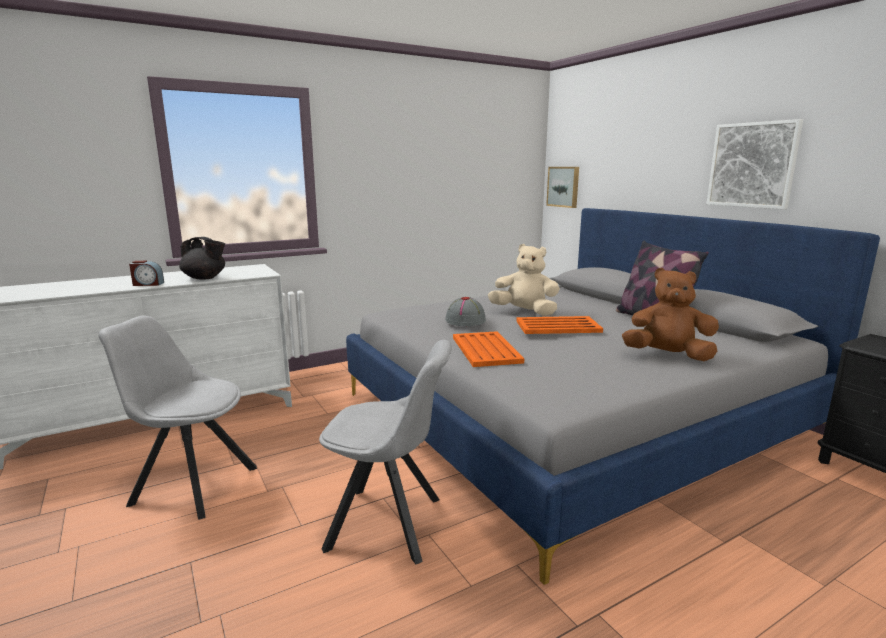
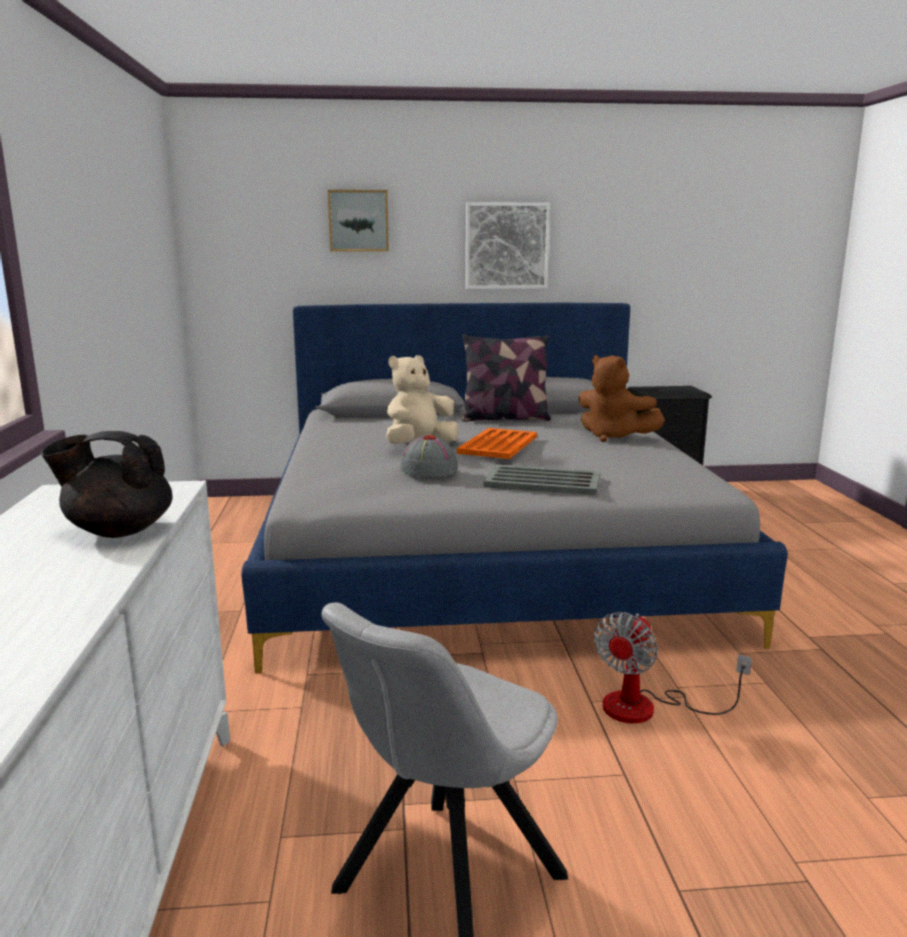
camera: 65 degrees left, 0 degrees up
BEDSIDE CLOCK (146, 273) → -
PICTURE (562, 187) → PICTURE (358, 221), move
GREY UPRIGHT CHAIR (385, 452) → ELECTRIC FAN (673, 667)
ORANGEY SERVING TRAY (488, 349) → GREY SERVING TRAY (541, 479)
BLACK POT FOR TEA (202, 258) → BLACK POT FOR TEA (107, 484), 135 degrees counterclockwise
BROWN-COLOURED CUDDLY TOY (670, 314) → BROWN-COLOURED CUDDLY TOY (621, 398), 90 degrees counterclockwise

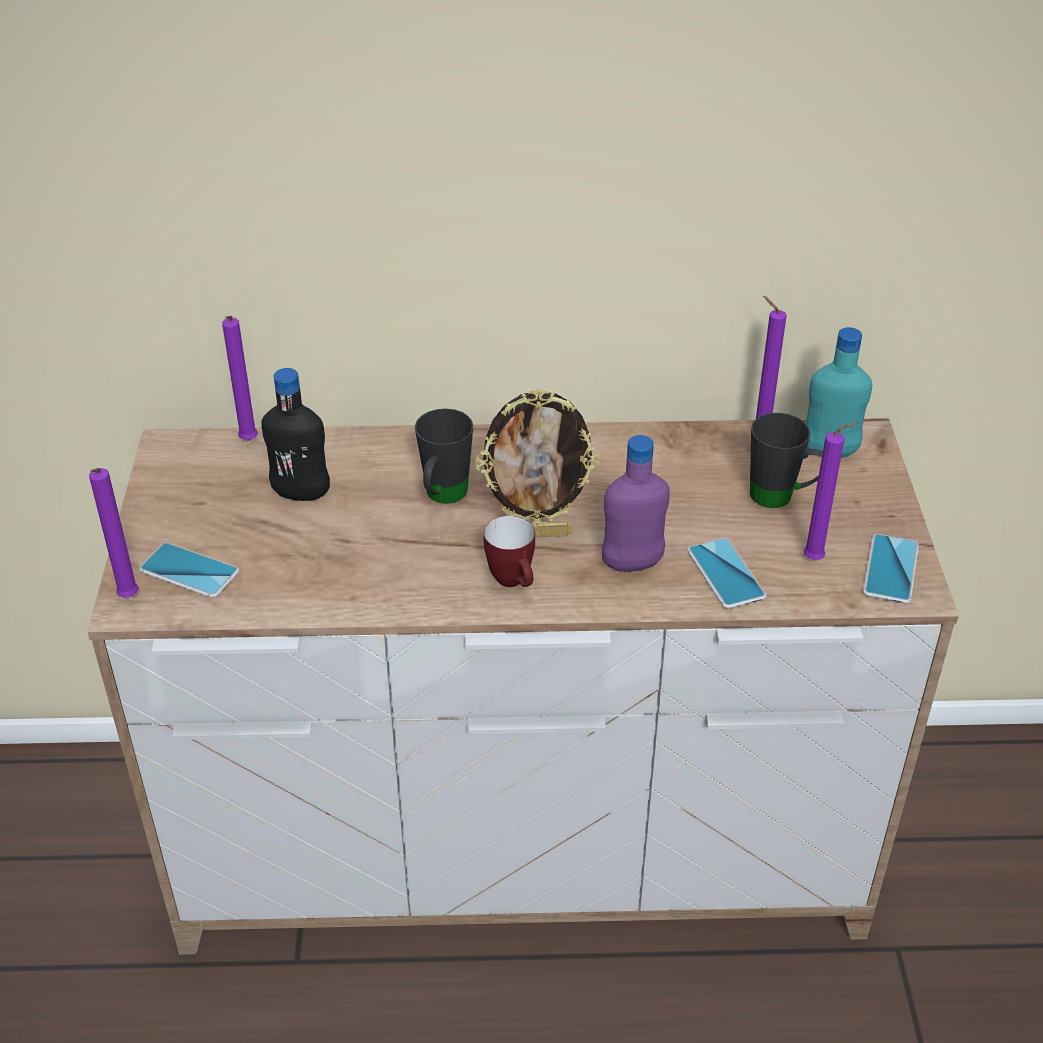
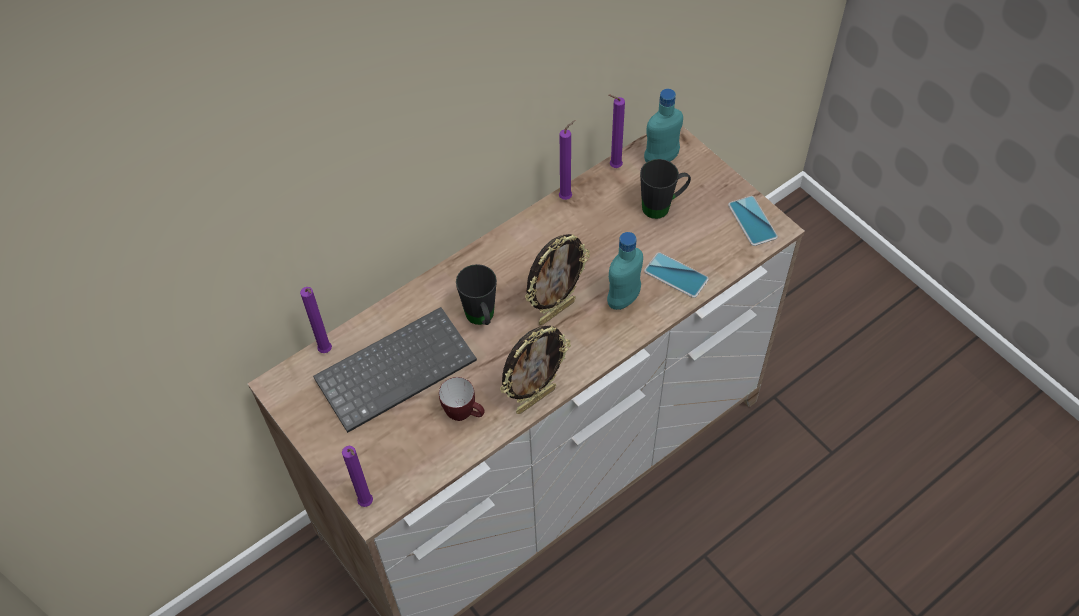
camera: 35 degrees left, 15 degrees up
PHONE (189, 570) → -
- → PICTURE FRAME (535, 369)
TEA MUG (509, 551) → TEA MUG (462, 399), move
PURPLE-COLOURED CANDLE (830, 491) → PURPLE-COLOURED CANDLE (567, 160), move
BLACK BOTTLE (295, 434) → PC KEYBOARD (395, 370)
PURPLE-COLOURED BOTTLE (636, 503) → TURQUOISE BOTTLE (625, 271)

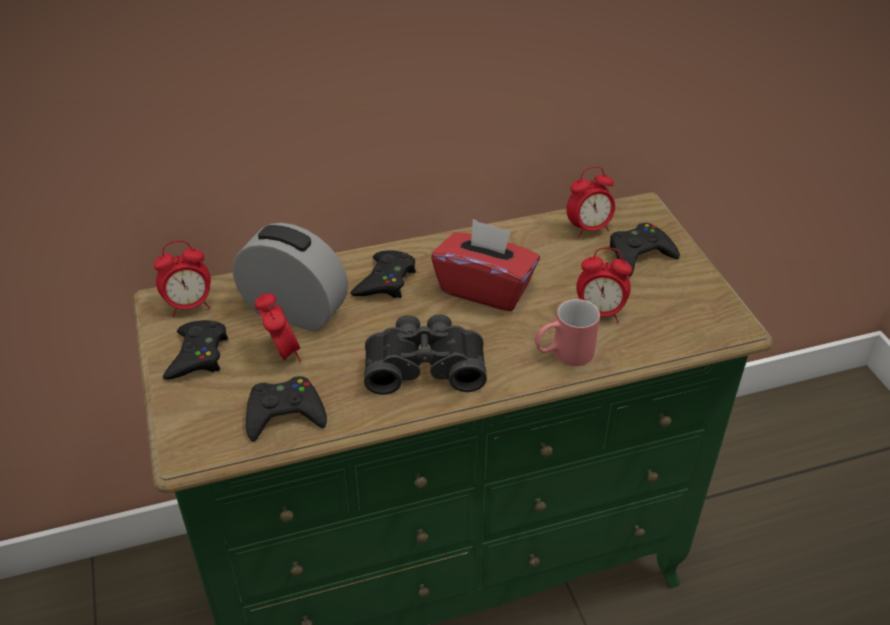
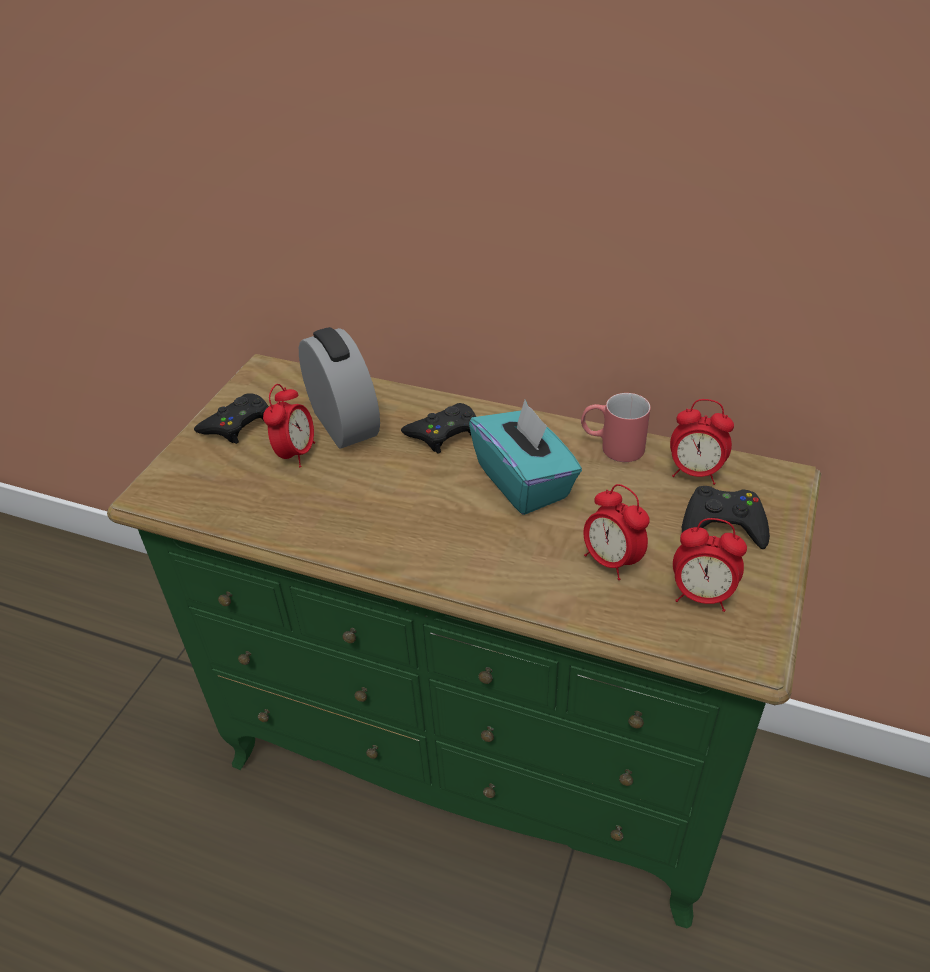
camera: 40 degrees right, 0 degrees up
BLACK GAMEPAD (286, 408) → -
BLACK PAIR OF BINOCULARS (425, 354) → -
BEDSIDE CLOCK (182, 278) → BEDSIDE CLOCK (710, 565), move
RED-COLOURED TEA MUG (567, 332) → RED-COLOURED TEA MUG (616, 427), move
RED-COLOURED BOX OF TISSUES (485, 265) → TURQUOISE BOX OF TISSUES (525, 457)

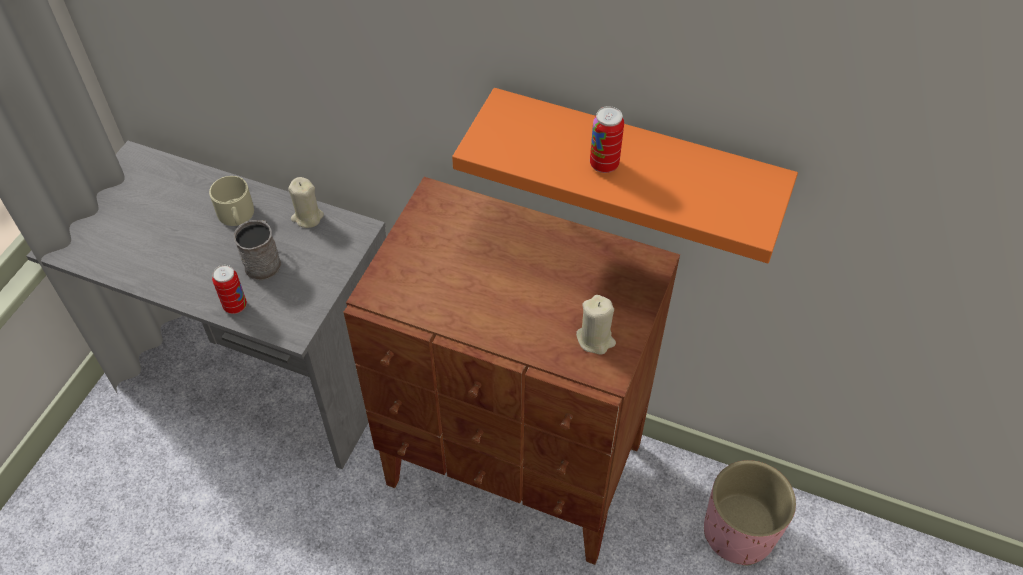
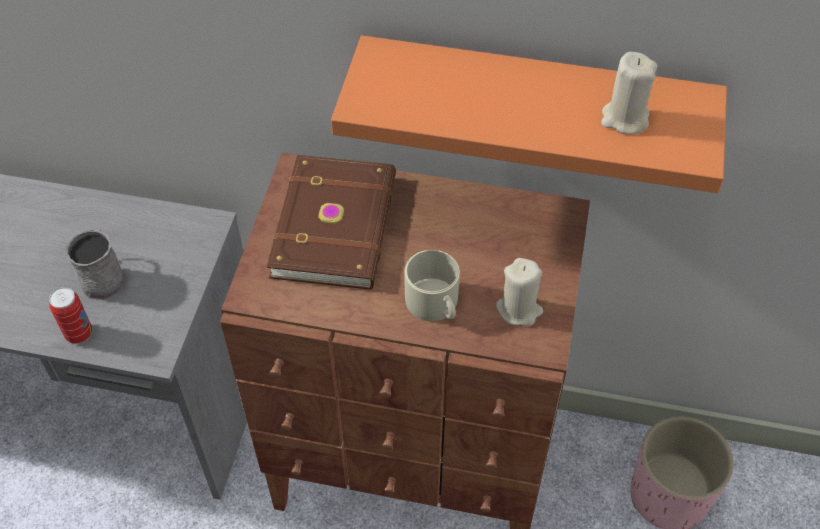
camera: 10 degrees left, 0 degrees up
METAL CAN (607, 139) → -
- → BROWN-COLOURED VOLUME (331, 222)
SAND-COLOURED TEA MUG (231, 201) → SAND-COLOURED TEA MUG (432, 285), move
SAND-COLOURED CANDLE (306, 202) → SAND-COLOURED CANDLE (629, 93), move

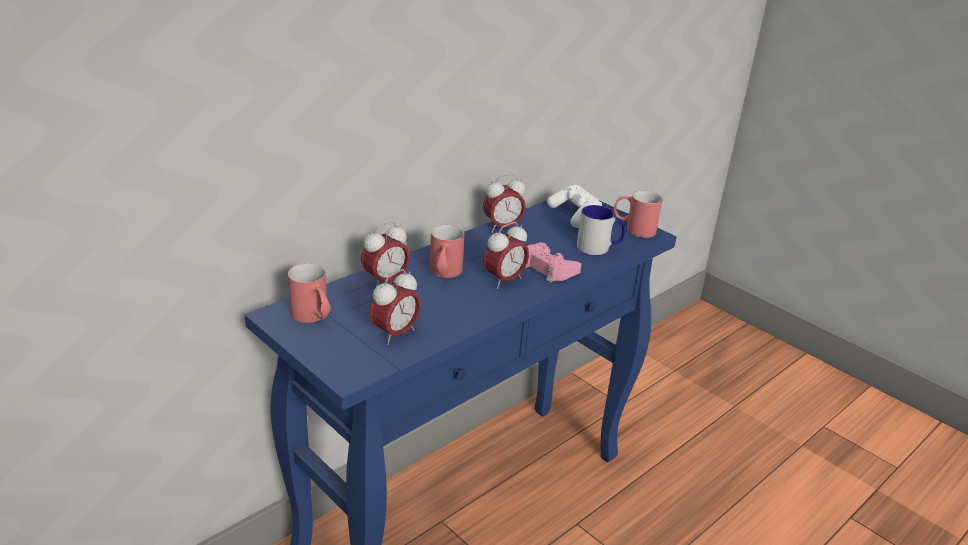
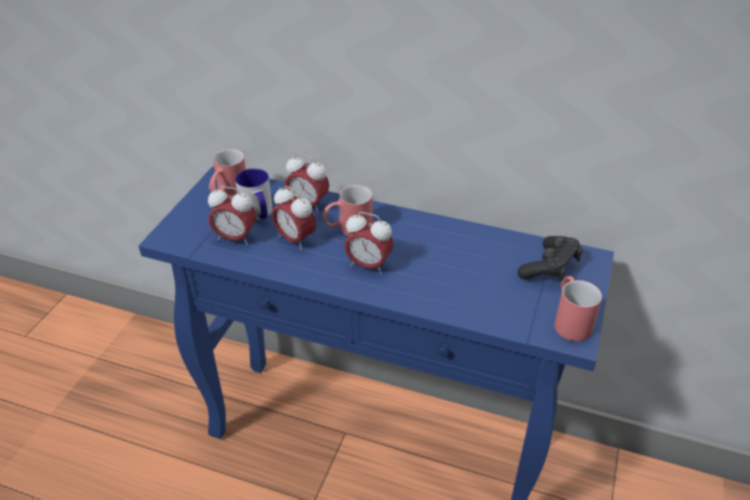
camera: 65 degrees right, 10 degrees up
PINKISH GAMEPAD (553, 262) → -
BEDSIDE CLOCK (504, 203) → BEDSIDE CLOCK (294, 218), move
TEA MUG (601, 230) → TEA MUG (253, 194), move
WHITE-COLOURED GAMEPAD (574, 206) → BLACK GAMEPAD (550, 259)

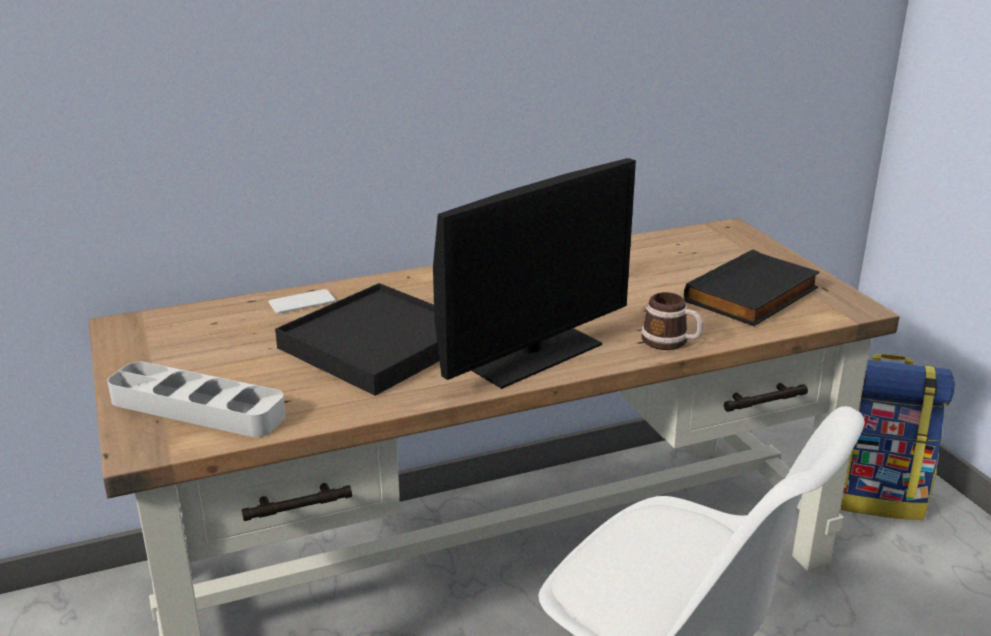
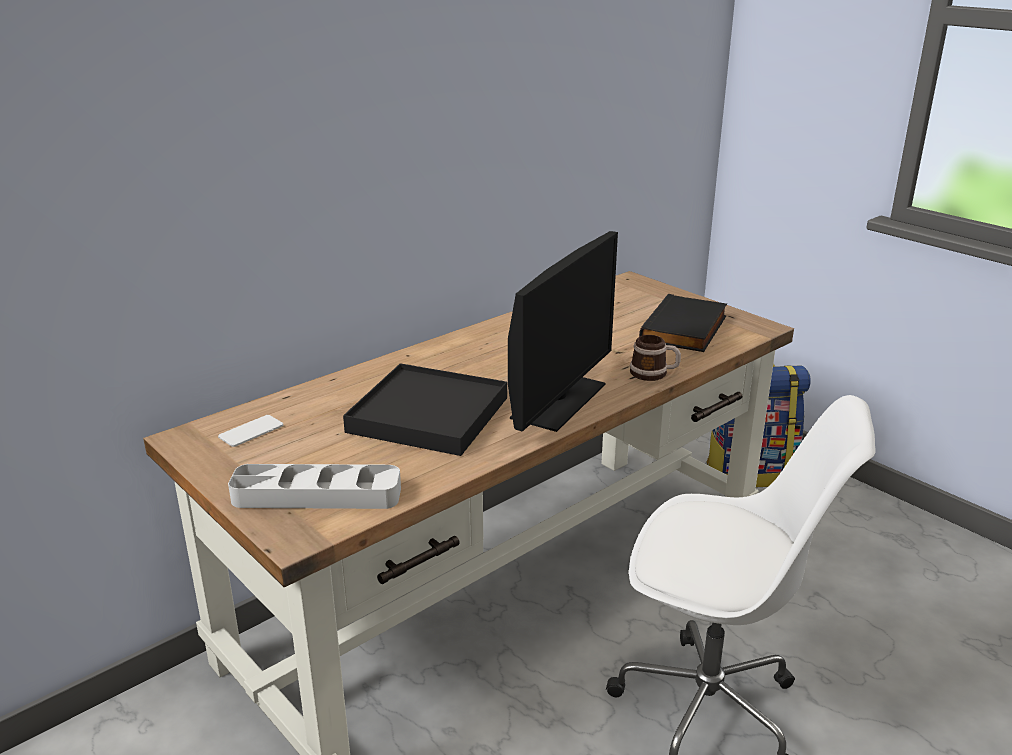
camera: 20 degrees left, 0 degrees up
PHONE (302, 301) → PHONE (250, 431), move

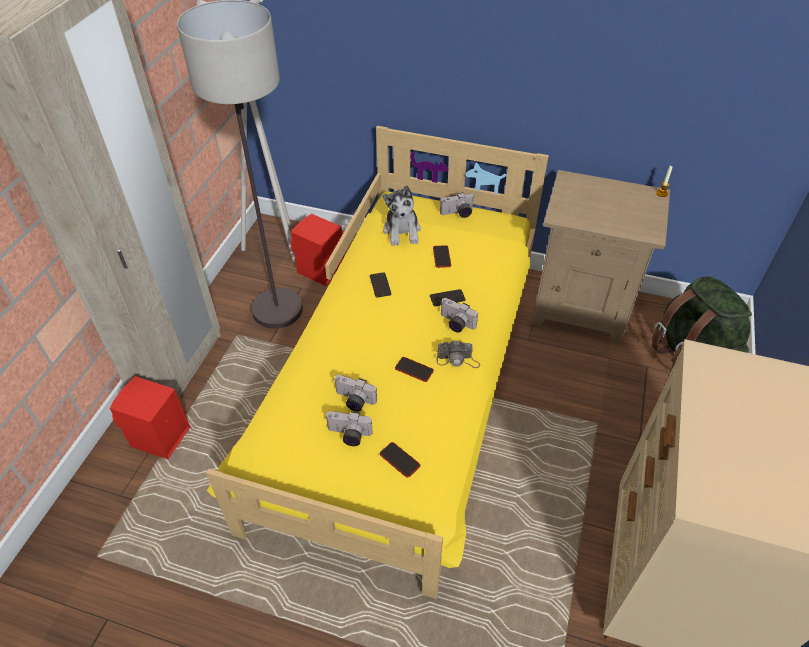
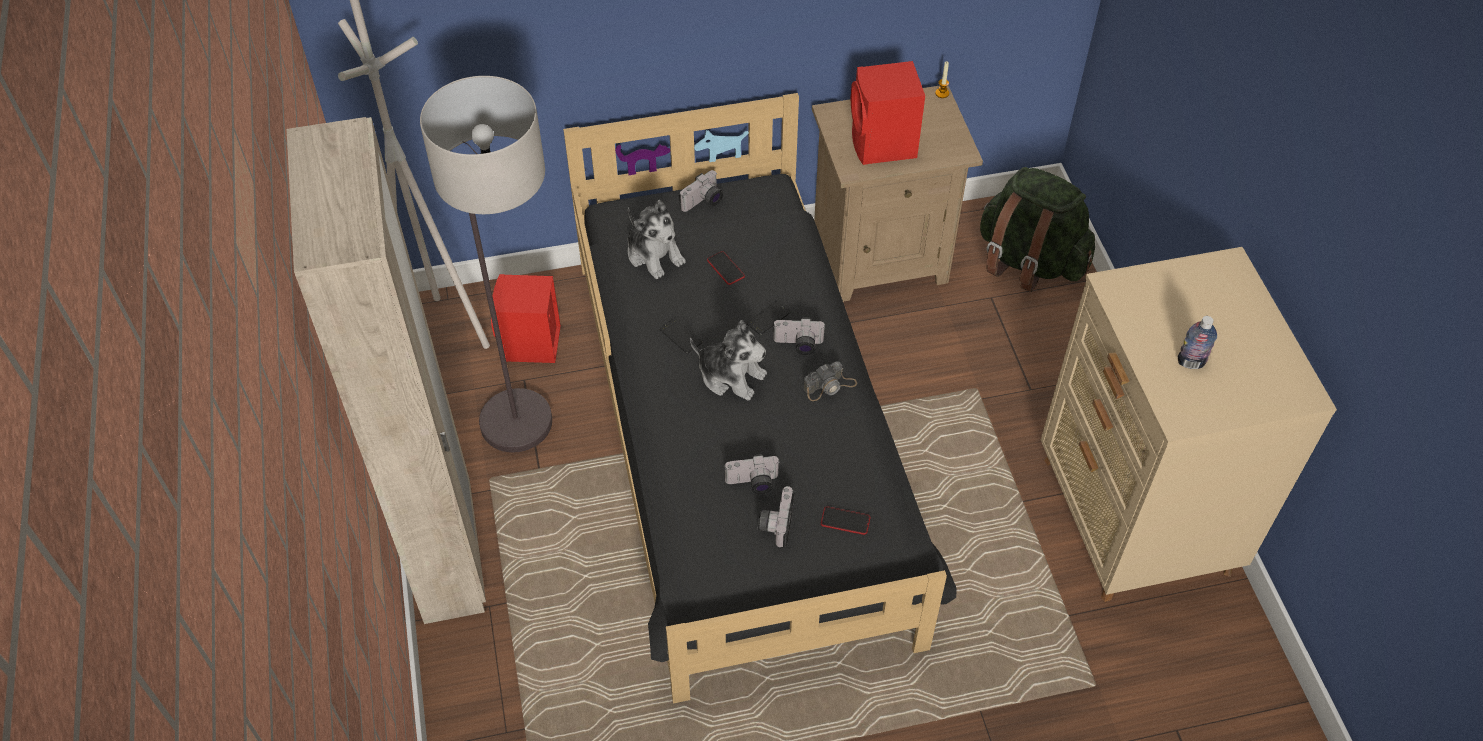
camera: 30 degrees left, 5 degrees up
PHONE (414, 369) → -
- → CUDDLY TOY (728, 360)
- → BOTTLE (1197, 342)
RED-COLOURED LOUDSPEAKER (150, 417) → RED-COLOURED LOUDSPEAKER (888, 113), move
YELLOWISH BEDROOM BED (377, 362) → BLACK BEDROOM BED (760, 398)
PHOTO CAMERA (349, 428) → PHOTO CAMERA (776, 516), 120 degrees clockwise

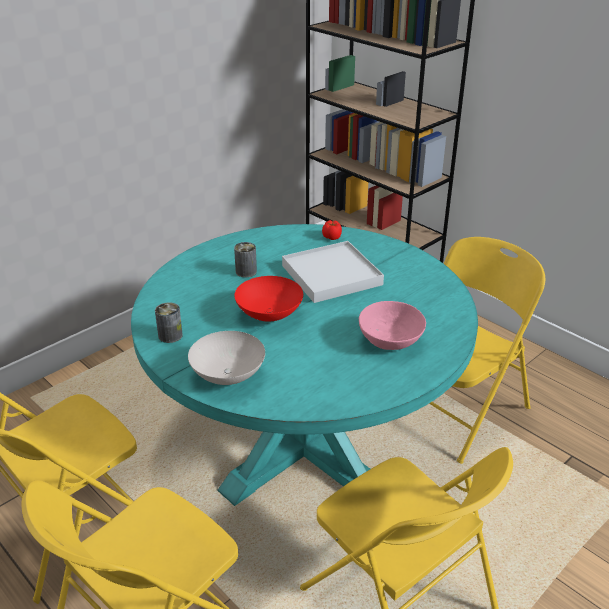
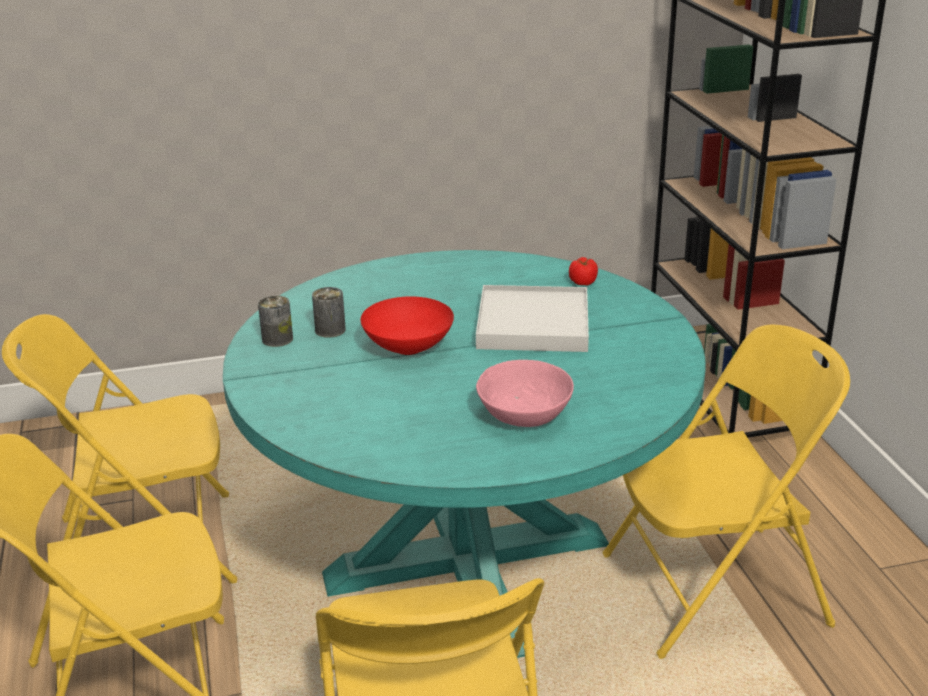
camera: 30 degrees right, 5 degrees down
WHITE-COLOURED SERVING BOWL (226, 358) → -
METAL CAN (245, 259) → METAL CAN (329, 312), move

